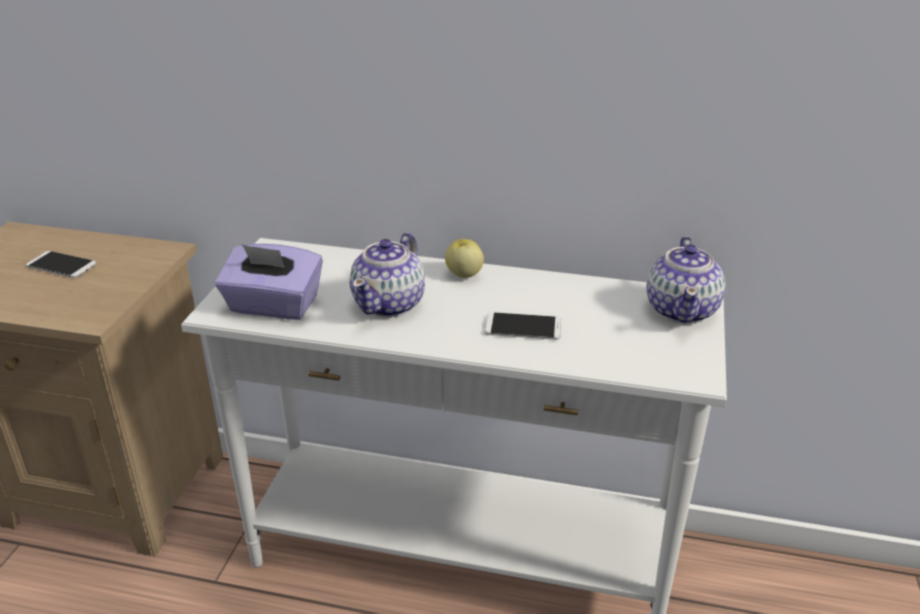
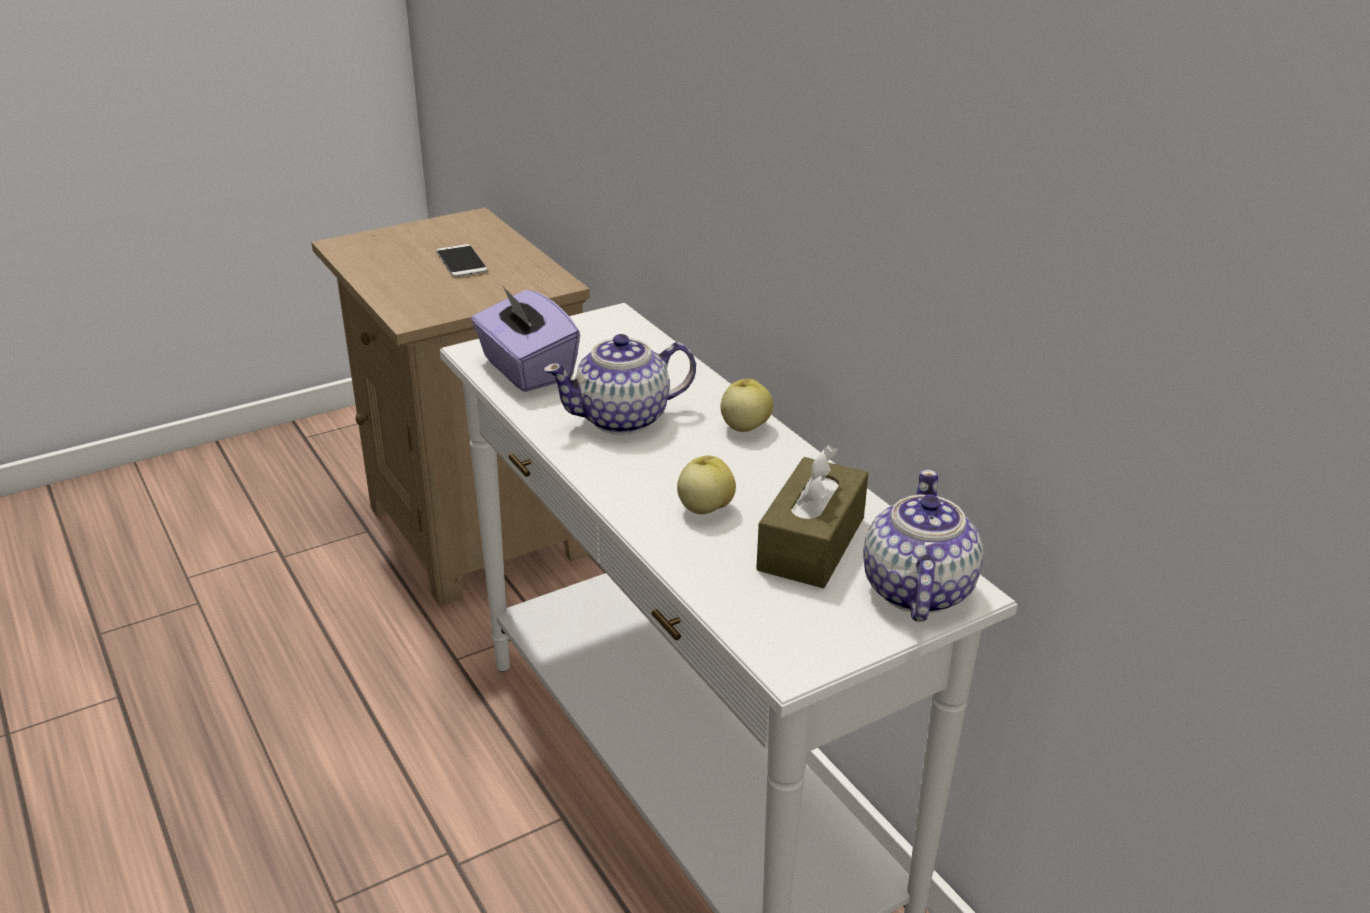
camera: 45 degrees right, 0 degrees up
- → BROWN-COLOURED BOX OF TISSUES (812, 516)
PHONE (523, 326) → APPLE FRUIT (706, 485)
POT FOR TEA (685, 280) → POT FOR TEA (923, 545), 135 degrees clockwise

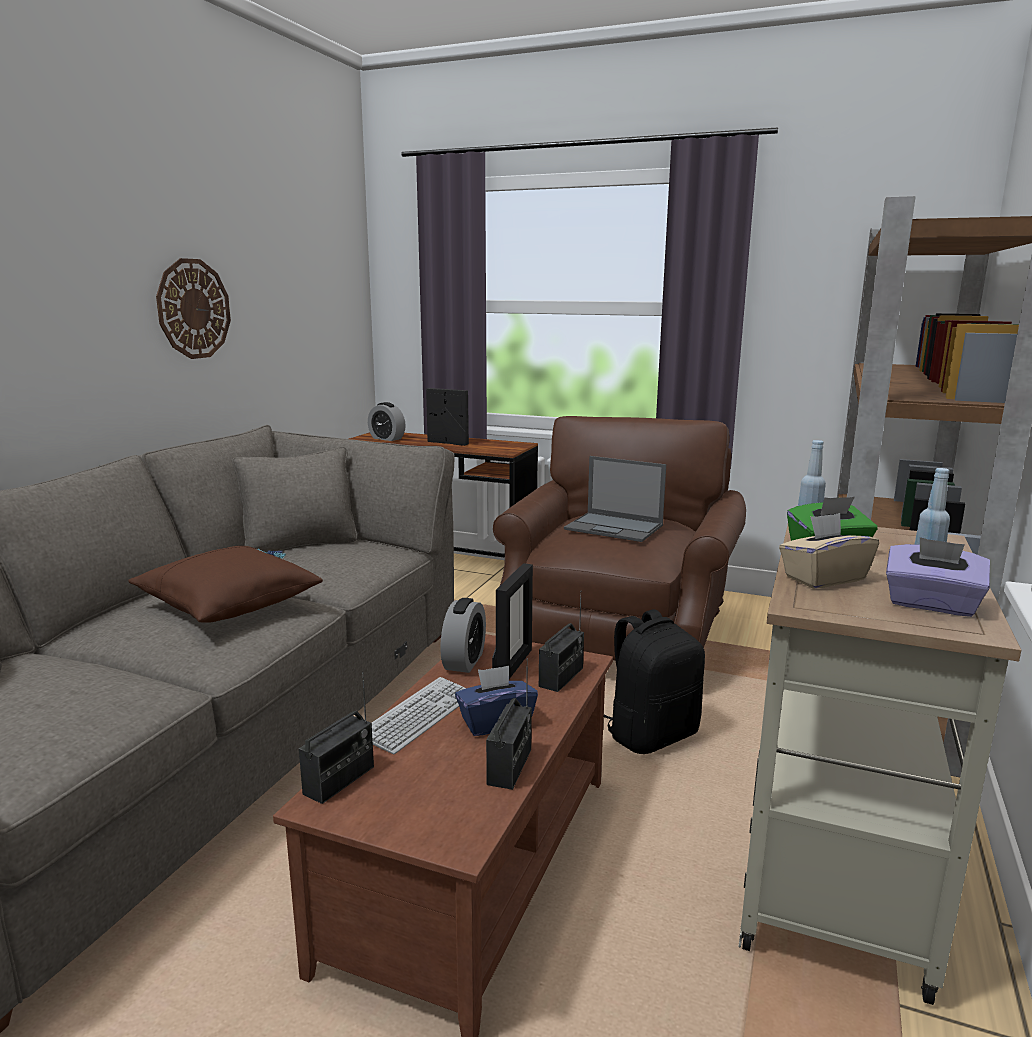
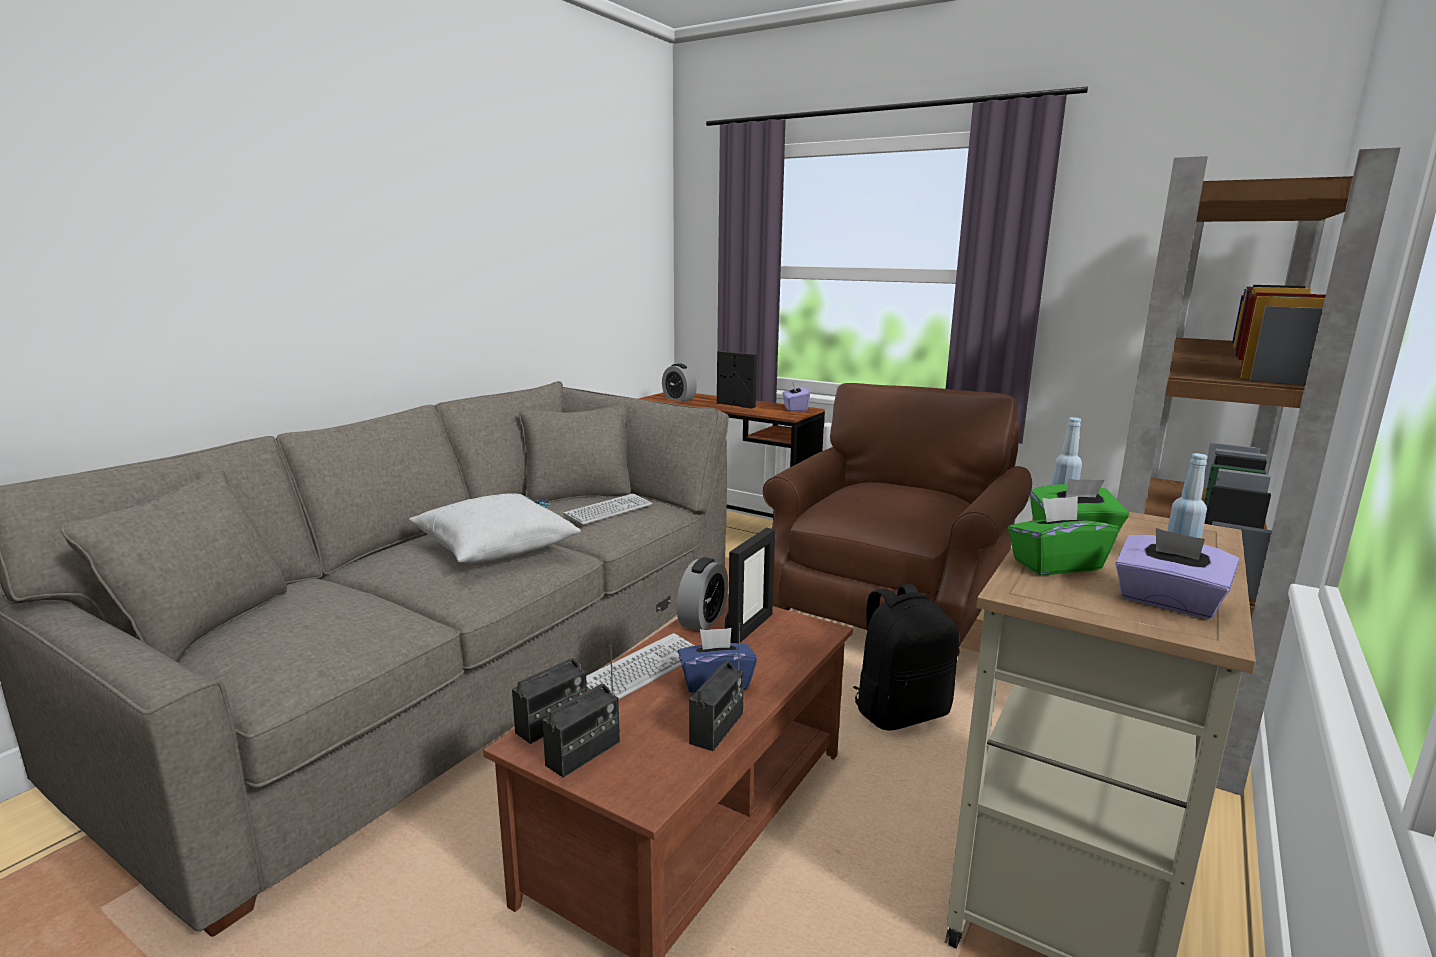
camera: 10 degrees right, 0 degrees up
HANGING CLOCK (193, 308) → -
NOTEBOOK COMPUTER (615, 499) → -
- → PC KEYBOARD (608, 509)
- → PURPLE-COLOURED BOX OF TISSUES (796, 397)
RADIO (561, 641) → RADIO (581, 711), move
BROWN-COLOURED PILLOW (225, 584) → GREY PILLOW (495, 528)
SAND-COLOURED BOX OF TISSUES (829, 551) → GREENISH BOX OF TISSUES (1063, 535)

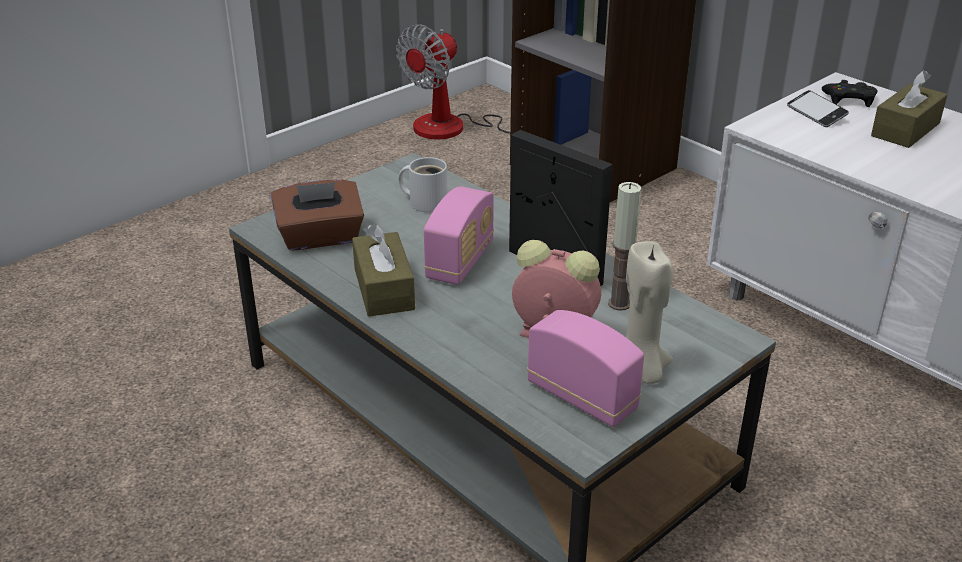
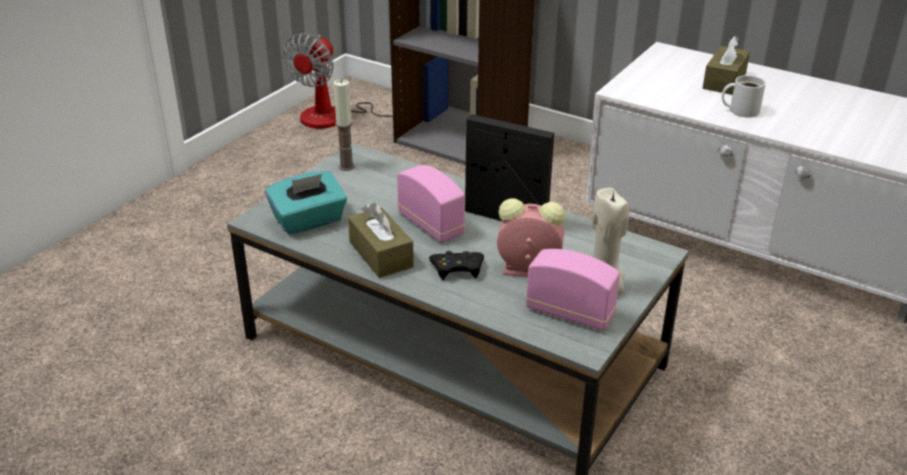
camera: 15 degrees left, 0 degrees up
PHONE (818, 108) → -
WHITE-COLOURED TEA MUG (422, 184) → WHITE-COLOURED TEA MUG (744, 96), move
CANDLE (624, 246) → CANDLE (344, 125), move
BLACK GAMEPAD (850, 93) → BLACK GAMEPAD (456, 265), move
BROWN-COLOURED BOX OF TISSUES (317, 215) → TURQUOISE BOX OF TISSUES (306, 203)
RADIO (459, 235) → RADIO (431, 204), 45 degrees counterclockwise

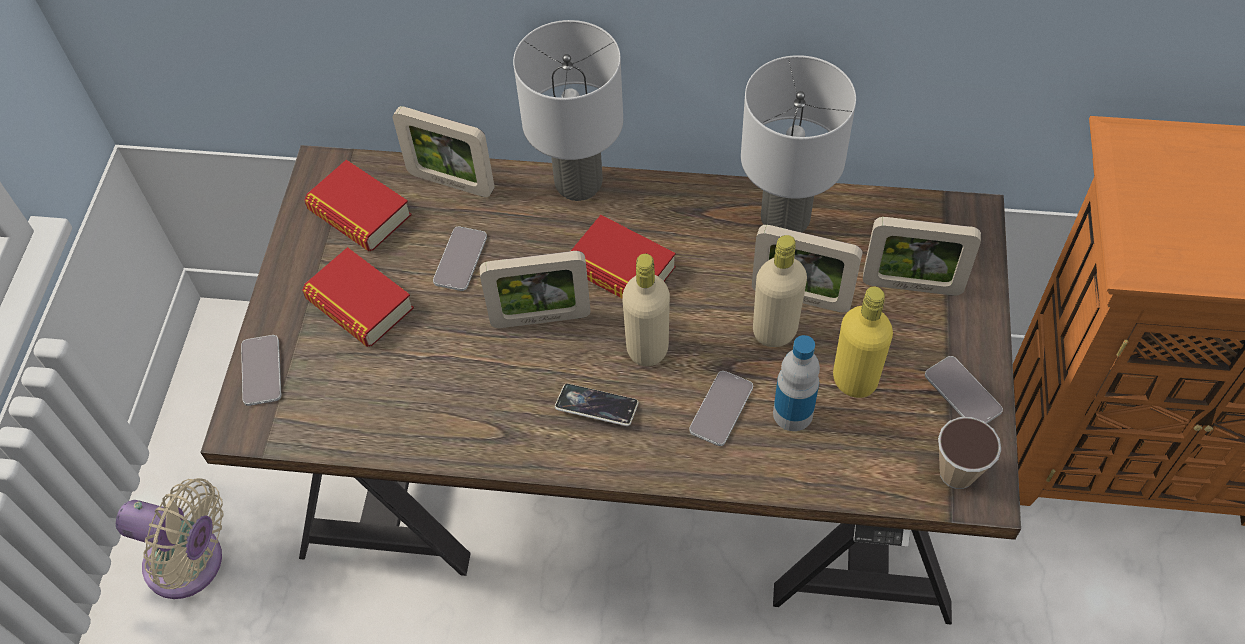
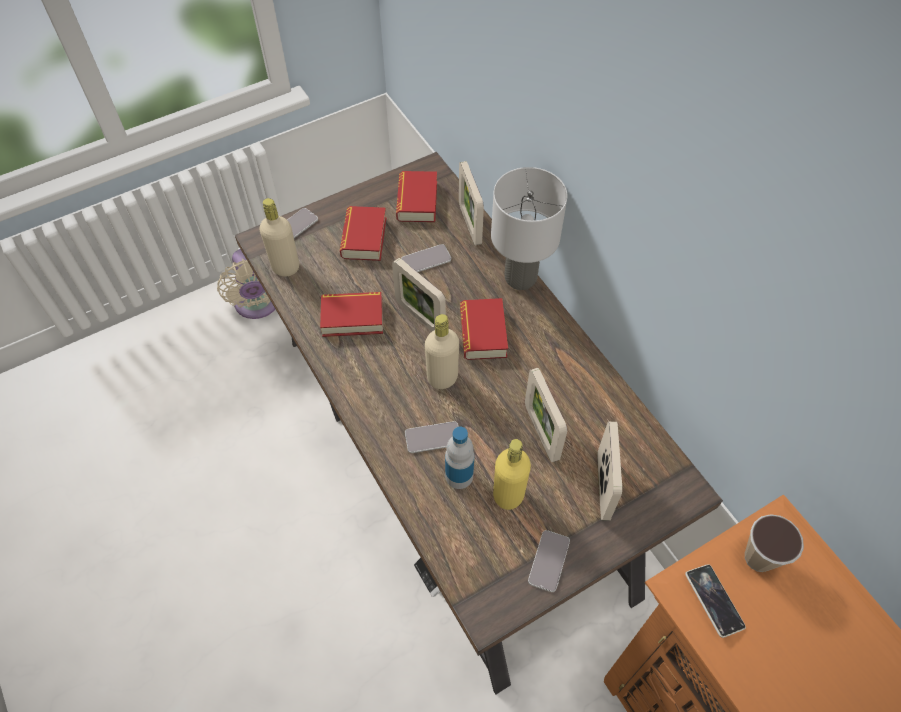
camera: 50 degrees right, 0 degrees up
WHITE-COLOURED LAMP FOR A TABLE (798, 143) → -
- → VOLUME (351, 314)
PHONE (596, 405) → PHONE (715, 601), move
SAND-COLOURED BOTTLE (780, 291) → SAND-COLOURED BOTTLE (279, 237), move
SMALL CUP (969, 453) → SMALL CUP (774, 543), move
PICTURE FRAME (922, 256) → PICTURE FRAME (609, 471), 150 degrees counterclockwise

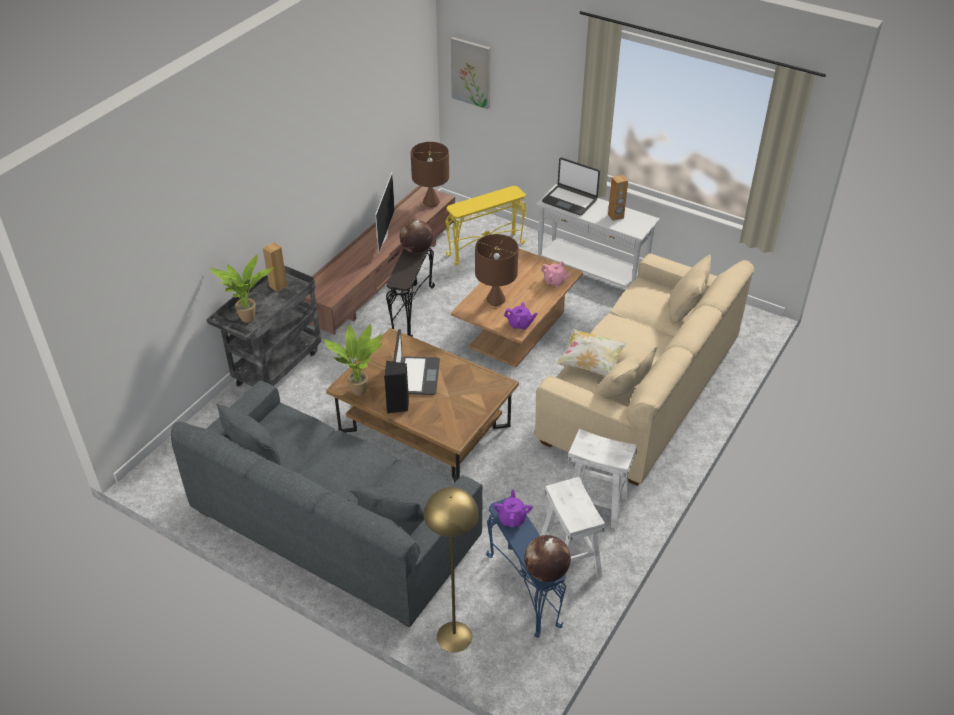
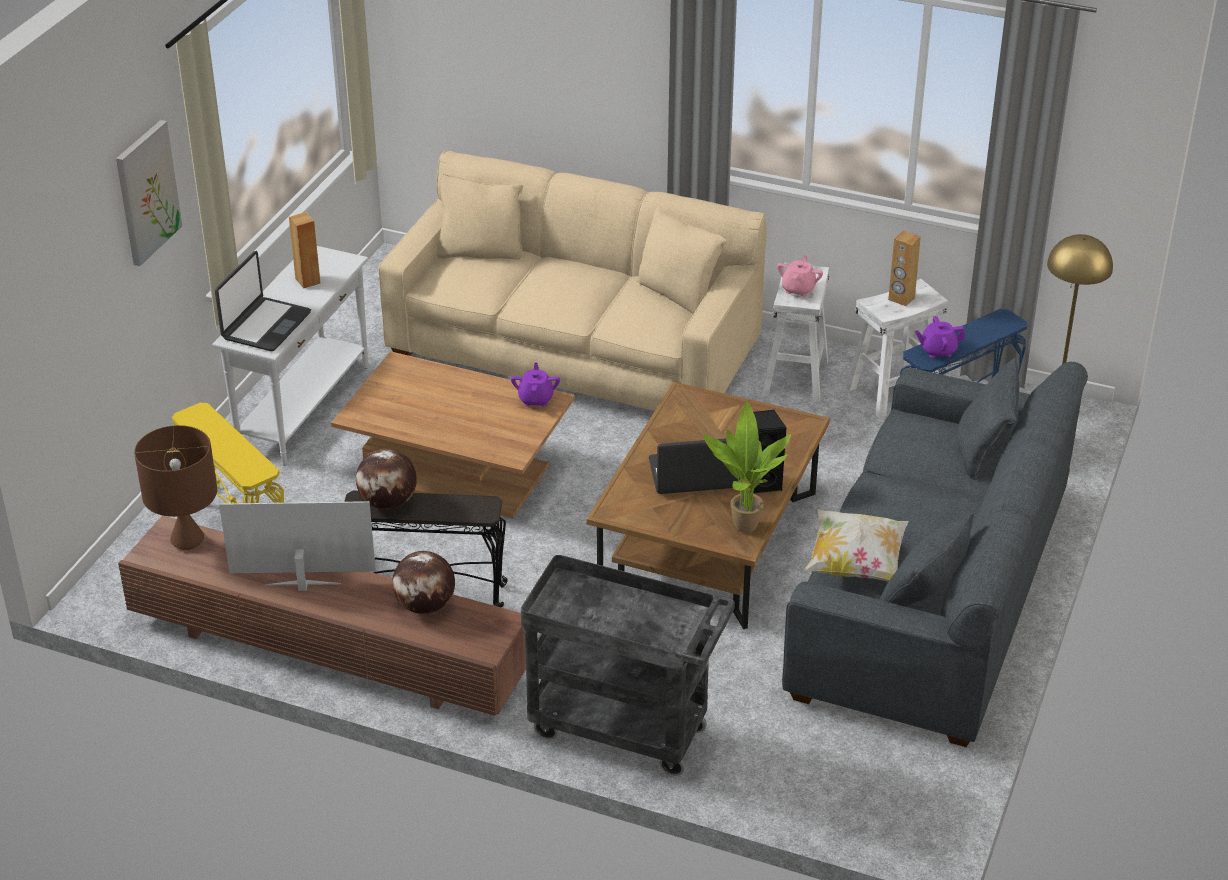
camera: 100 degrees left, 5 degrees down
POTTED PLANT (242, 288) → -
BROWN-COLOURED LAMP FOR A TABLE (496, 270) → -
BROWN-COLOURED LOUDSPEAKER (275, 267) → BROWN-COLOURED LOUDSPEAKER (904, 268), move
PICTURE (470, 73) → PICTURE (149, 193), move
WORLD GLOBE (548, 558) → WORLD GLOBE (423, 582), move
PINKISH POT FOR TEA (556, 274) → PINKISH POT FOR TEA (800, 276), move
PILLOW (591, 352) → PILLOW (856, 545), move

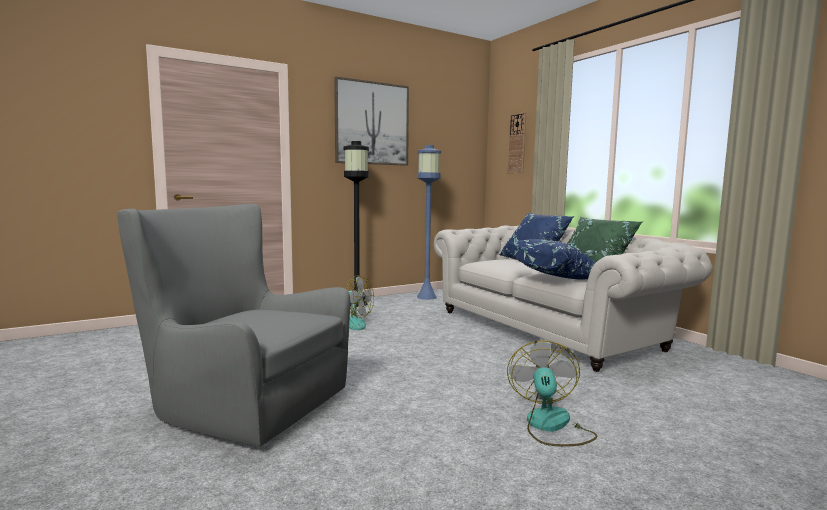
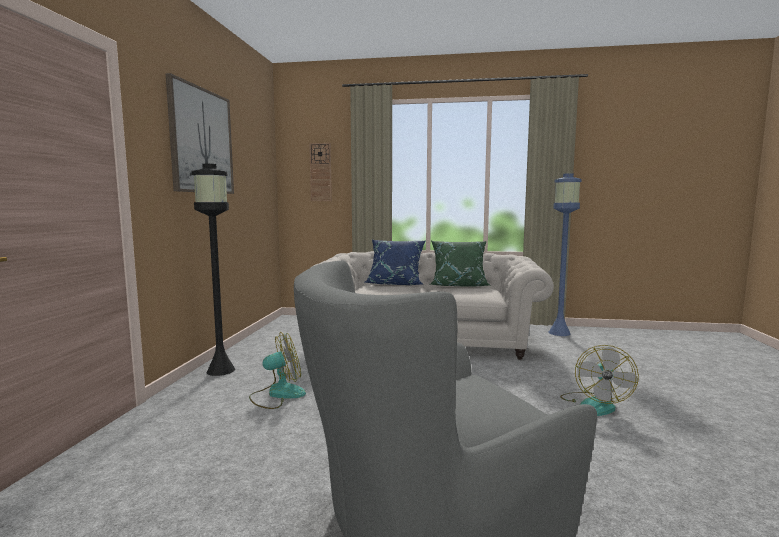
camera: 50 degrees left, 0 degrees up
BLUISH PILLOW (551, 259) → -
BLUISH STANDARD LAMP (429, 222) → BLUISH STANDARD LAMP (565, 254), move
ELECTRIC FAN (552, 393) → ELECTRIC FAN (599, 380), 120 degrees counterclockwise

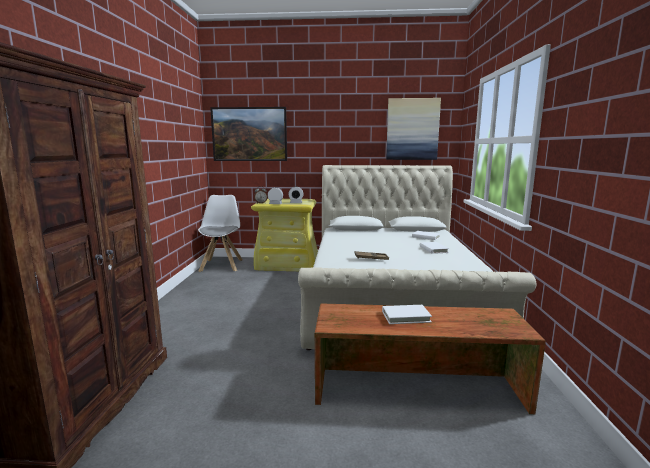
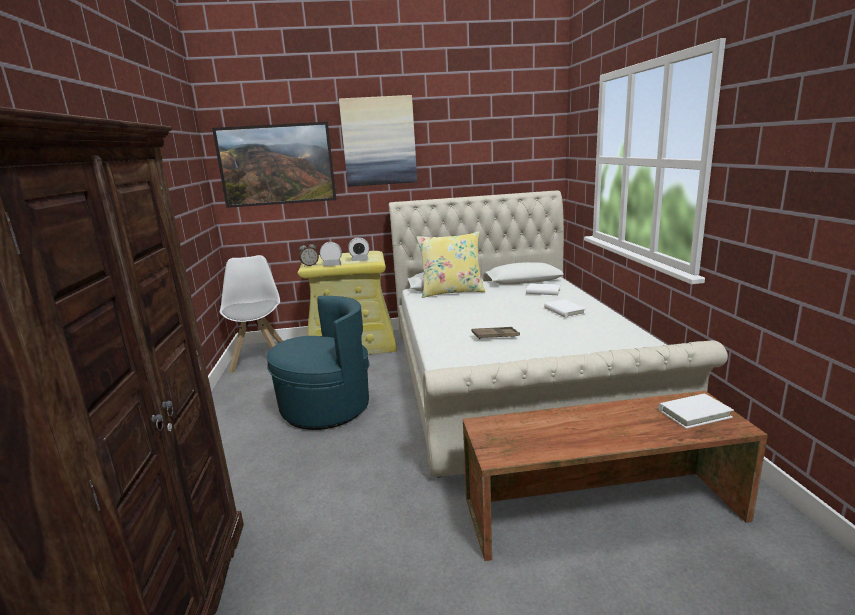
camera: 10 degrees left, 5 degrees up
- → TURQUOISE ARMCHAIR (317, 363)
- → YELLOWISH PILLOW (451, 264)
WHITE-COLOURED VOLUME (407, 314) → WHITE-COLOURED VOLUME (696, 411), move
PICTURE (413, 129) → PICTURE (378, 141), move

